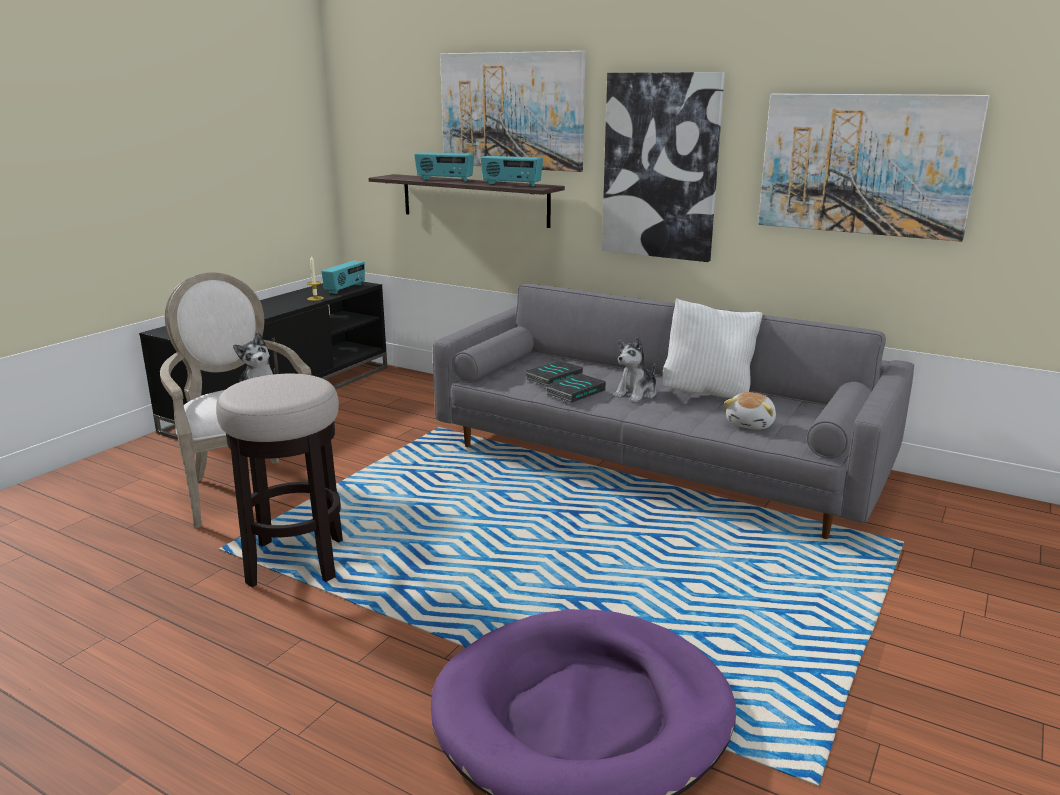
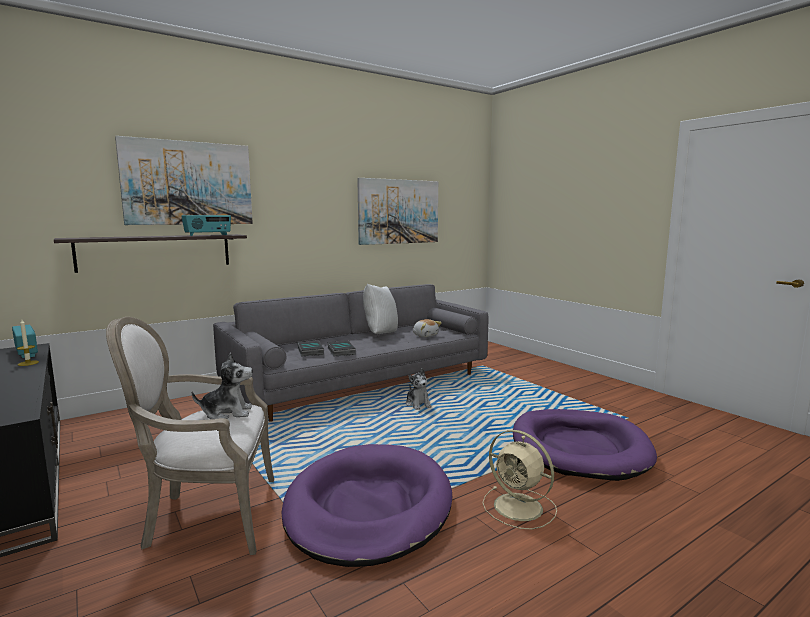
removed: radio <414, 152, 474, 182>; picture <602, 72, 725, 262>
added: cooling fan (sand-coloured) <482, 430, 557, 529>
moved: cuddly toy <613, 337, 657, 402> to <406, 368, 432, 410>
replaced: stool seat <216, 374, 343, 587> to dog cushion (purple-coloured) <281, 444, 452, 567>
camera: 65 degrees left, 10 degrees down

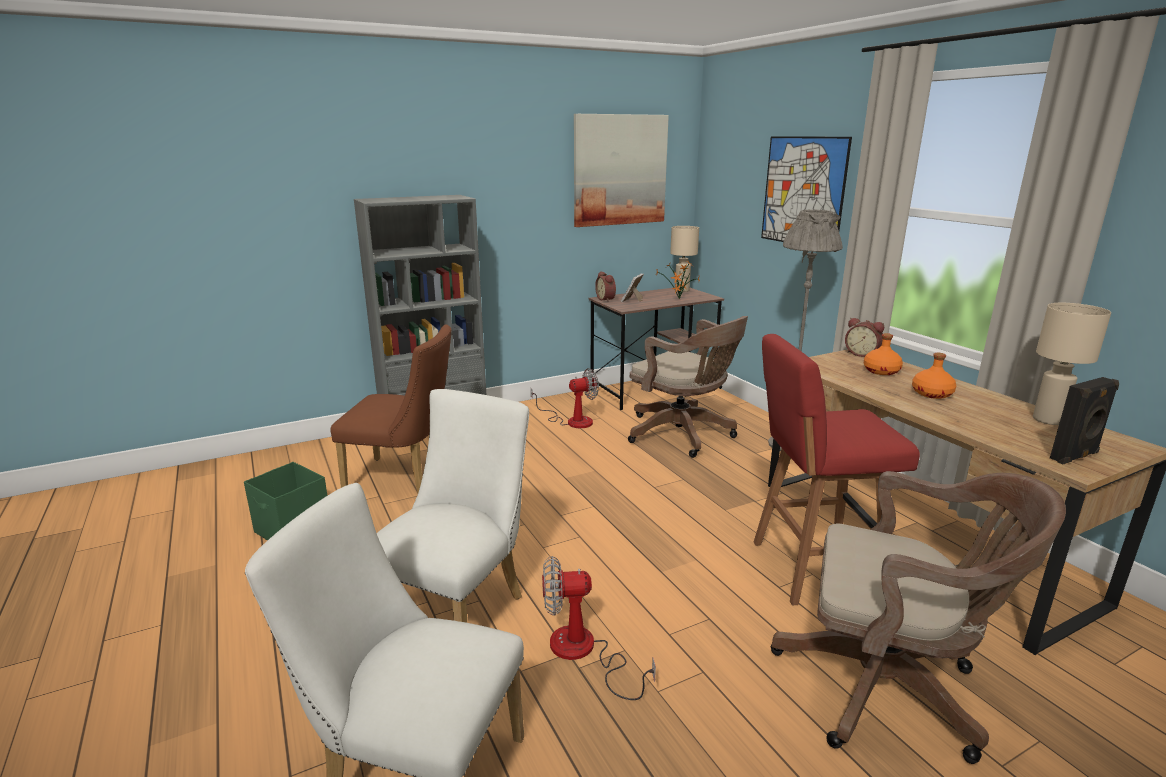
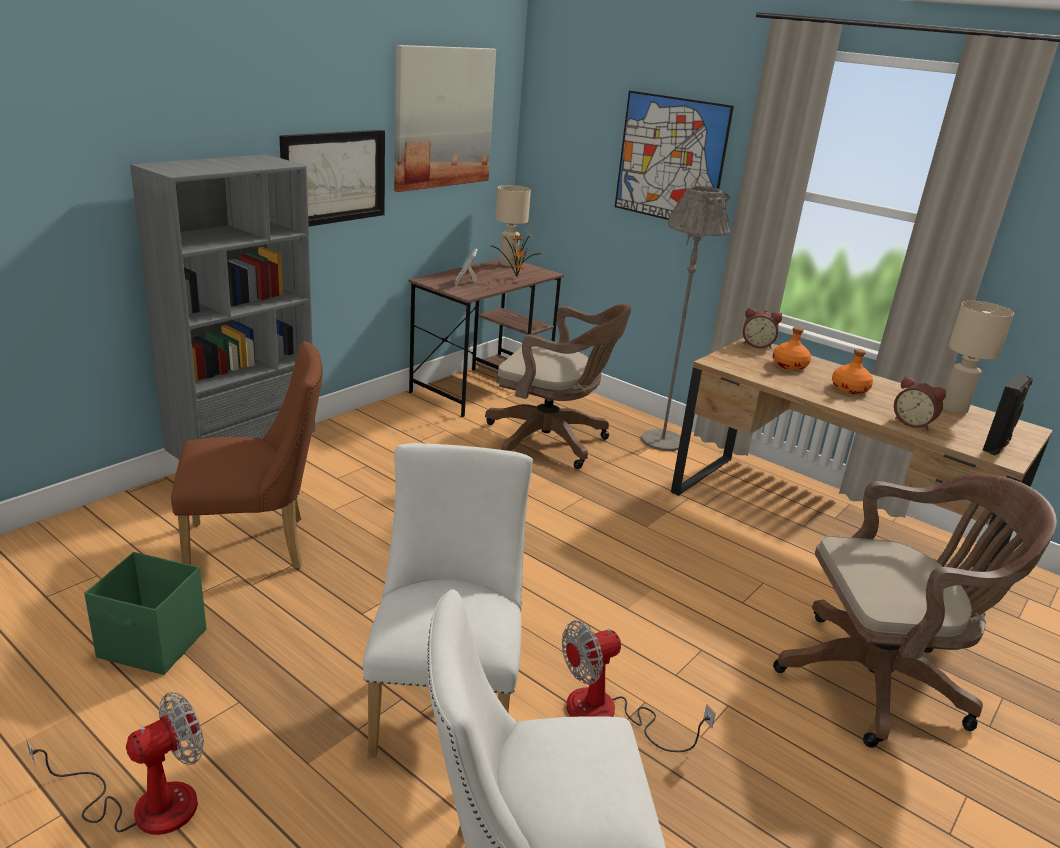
removed: stool seat (reddish) <753, 334, 920, 605>
added: picture <279, 130, 385, 226>
moved: cooling fan <531, 368, 599, 428> to <26, 692, 204, 835>; alarm clock <595, 271, 616, 302> to <894, 376, 946, 431>
camera: 25 degrees left, 5 degrees up

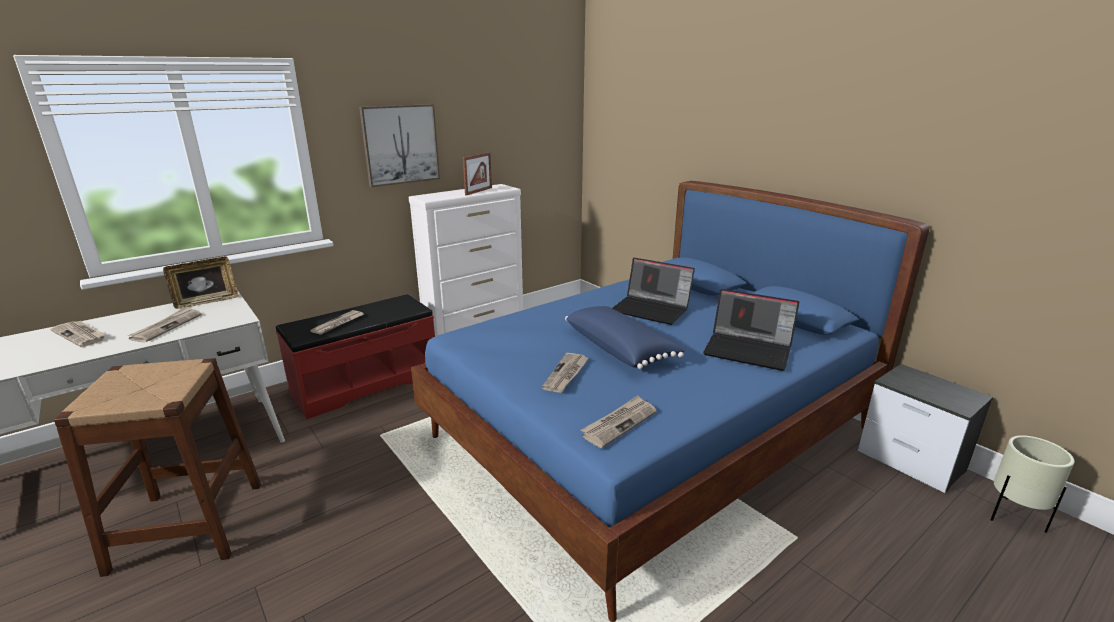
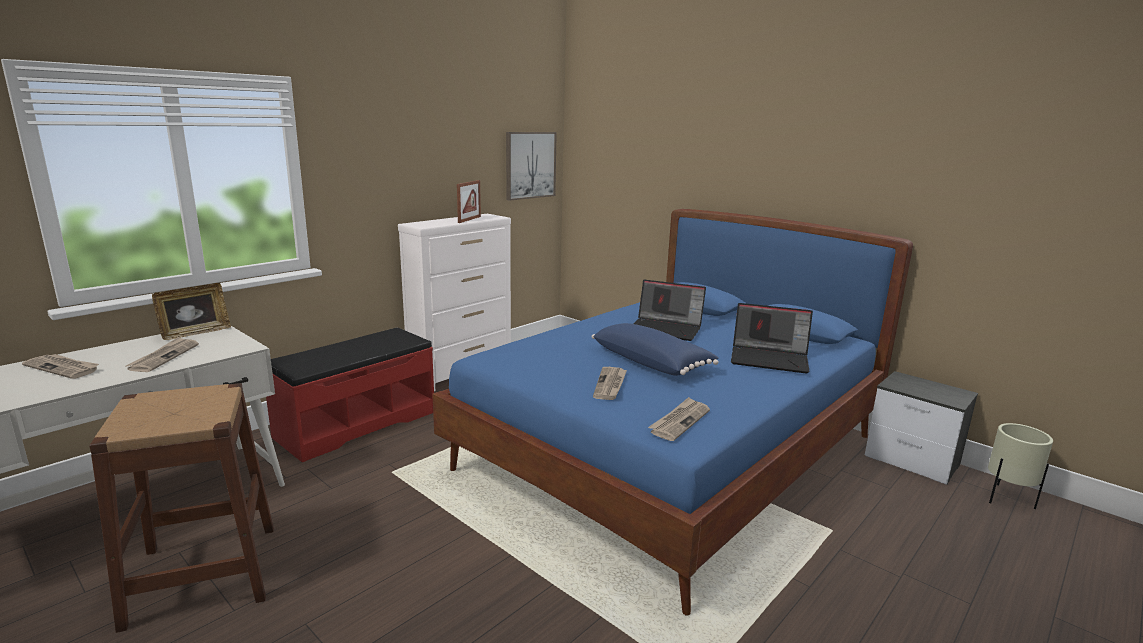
removed: printed paper <310, 310, 364, 335>
moved: picture <359, 104, 440, 187> to <506, 132, 557, 201>
camera: 10 degrees left, 5 degrees down

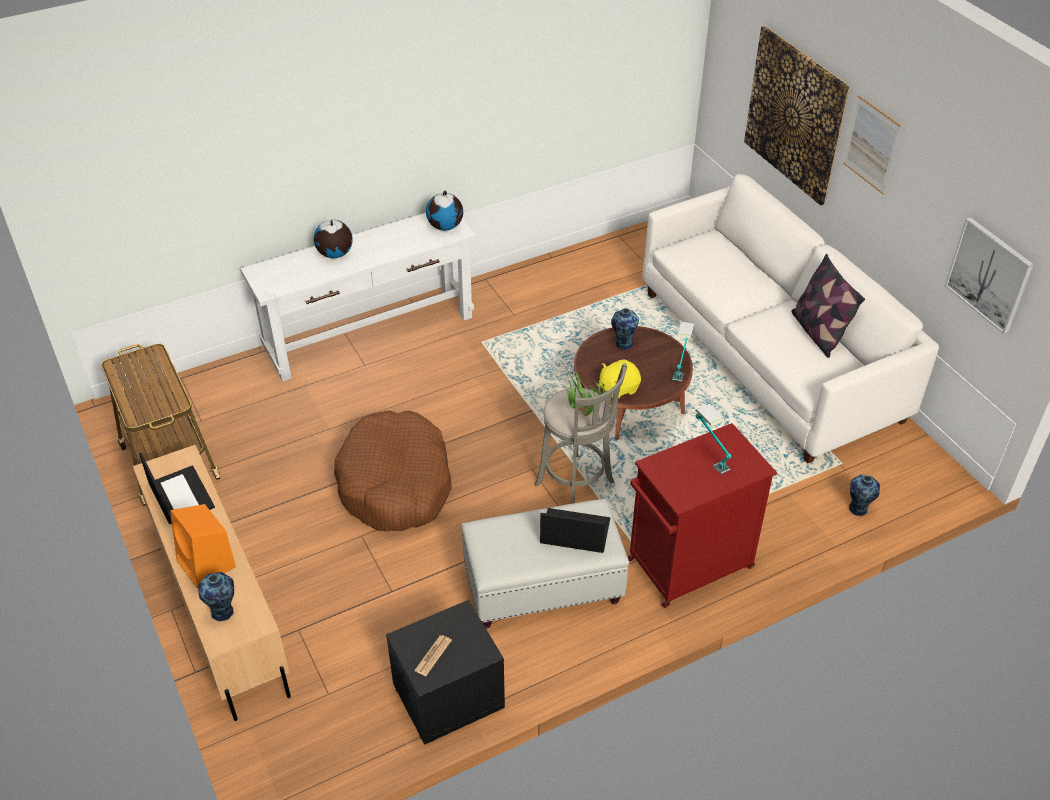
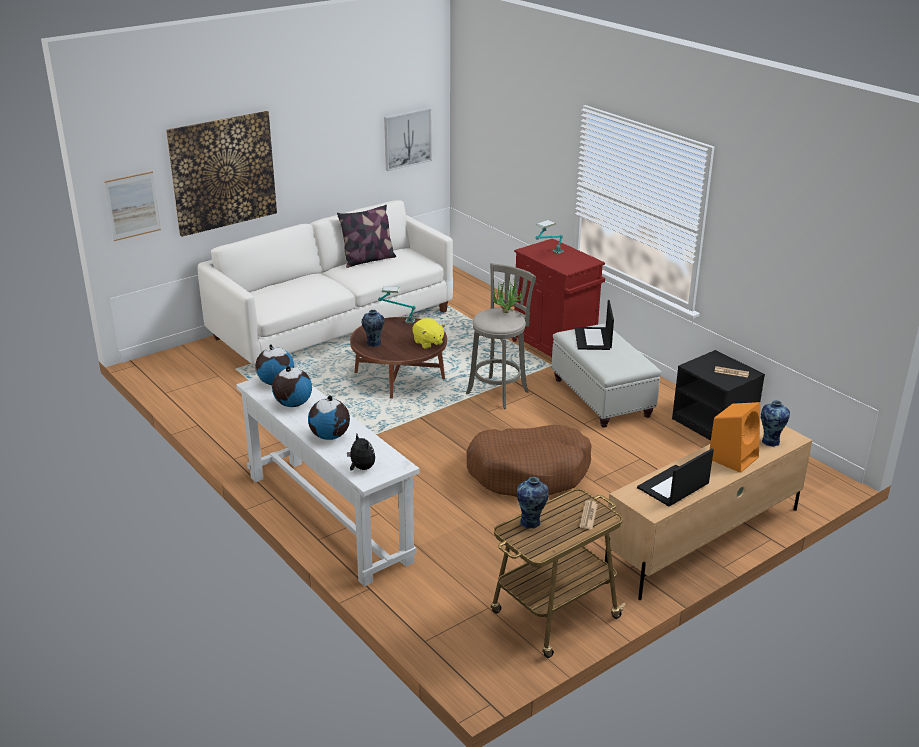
added: world globe <272, 366, 312, 407>; cuddly toy <347, 434, 375, 471>; printed paper <579, 500, 598, 529>
moved: picture <843, 95, 902, 194> to <104, 171, 161, 241>; vase <849, 474, 880, 516> to <517, 477, 549, 529>
camera: 100 degrees left, 15 degrees down

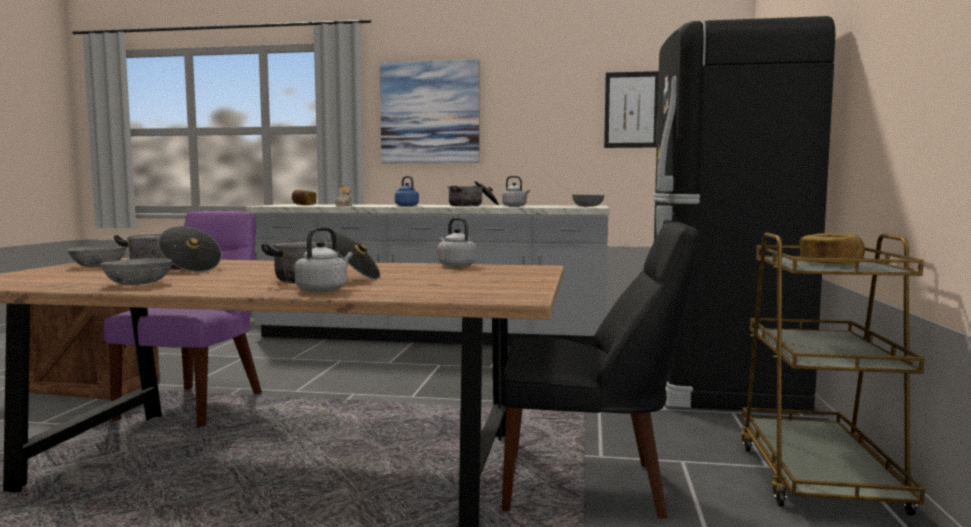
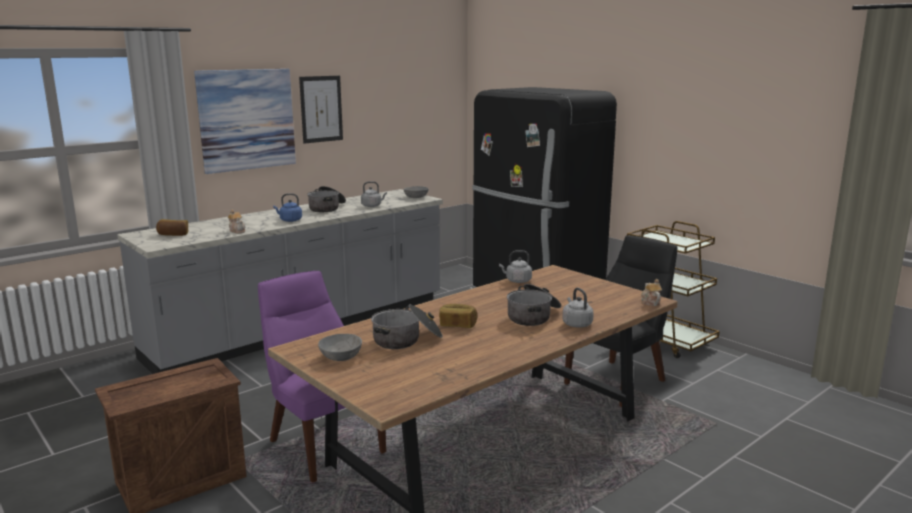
removed: bowl (grey) <101, 258, 172, 285>
added: pot for tea <641, 279, 662, 306>
moved: picture <604, 71, 659, 148> to <299, 76, 343, 144>; bread <800, 233, 865, 265> to <439, 304, 478, 328>
camera: 50 degrees left, 10 degrees up

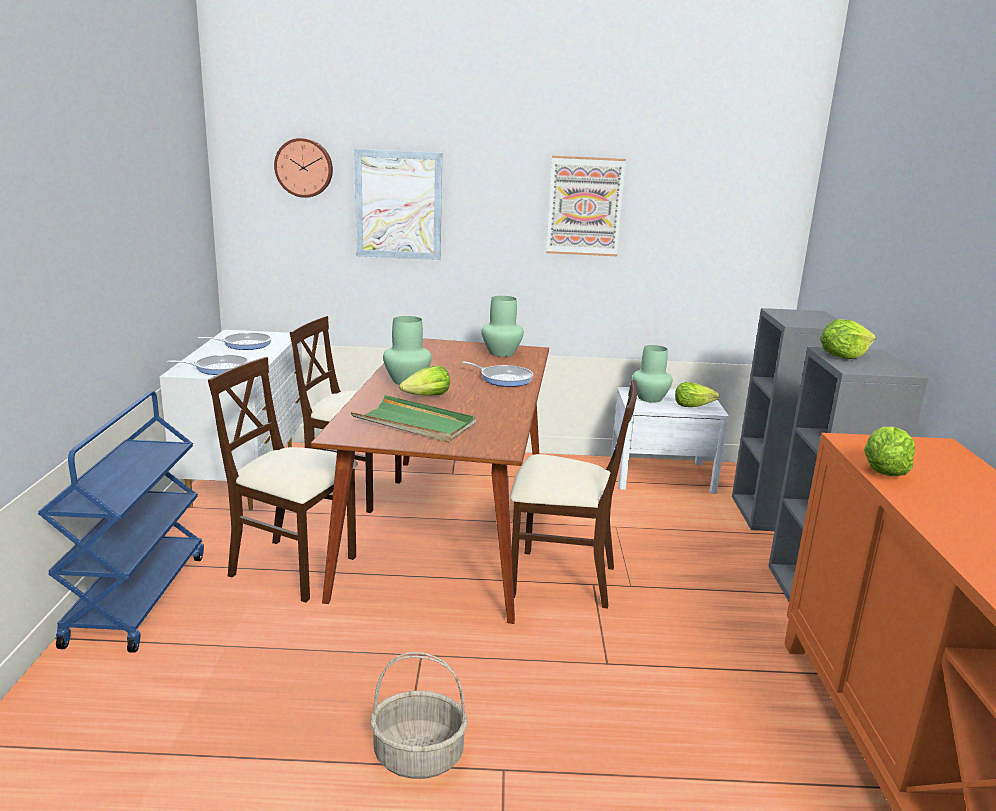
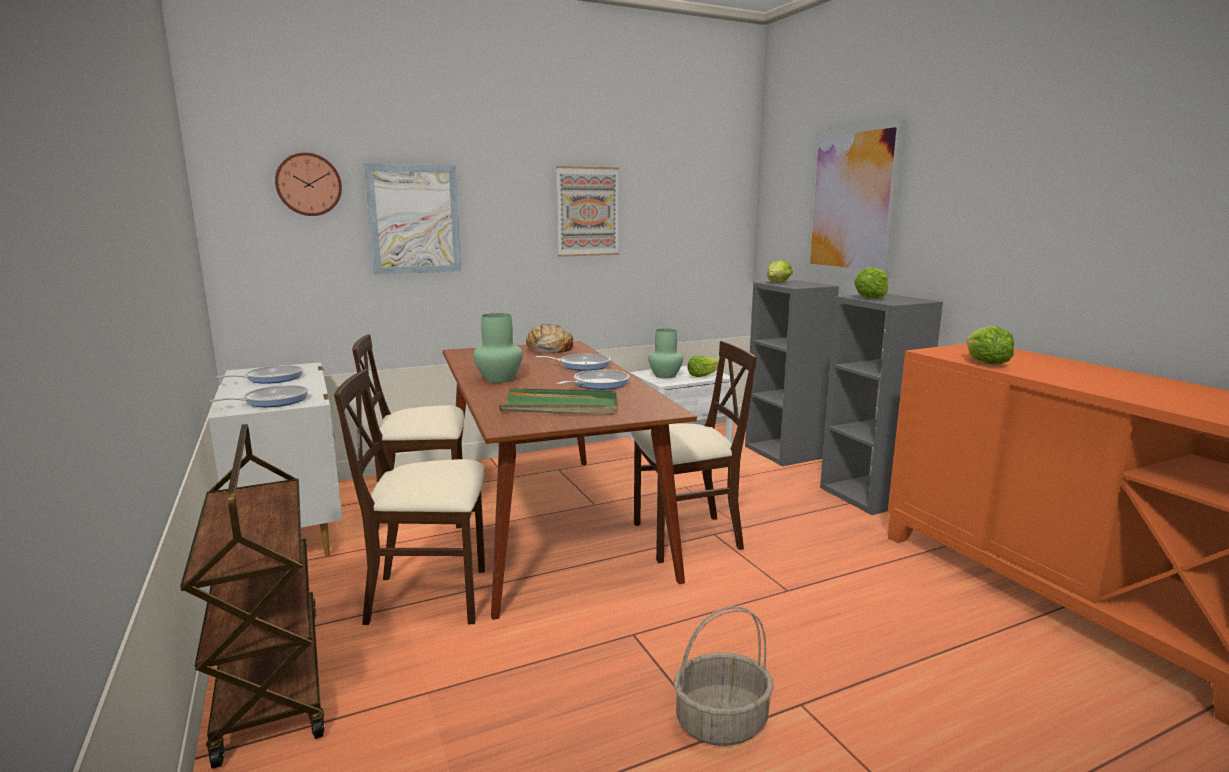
added: pan <557, 370, 629, 390>; picture <806, 119, 906, 279>
moved: lettuce <399, 365, 450, 396> to <767, 260, 793, 282>
replaced: vase (green-coloured) <481, 296, 524, 357> to bread <526, 323, 574, 353>
recoloured: trolley (blue) <38, 391, 204, 653> to trolley (brownish) <180, 424, 325, 769>
camera: 25 degrees left, 5 degrees down

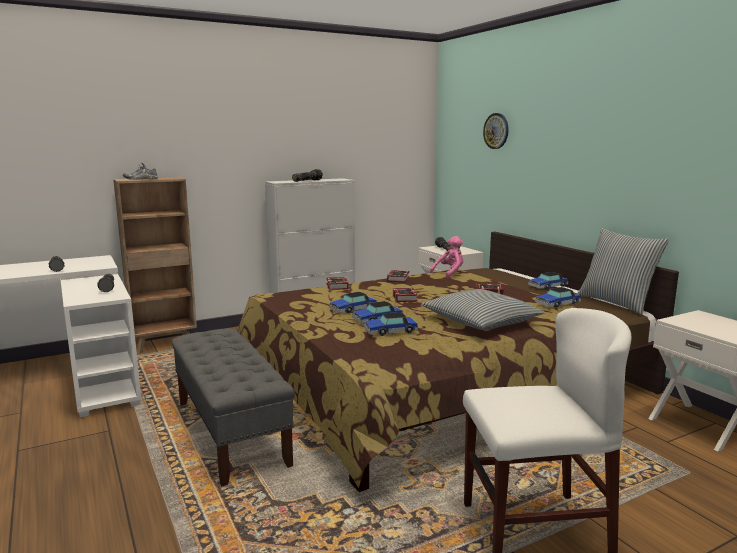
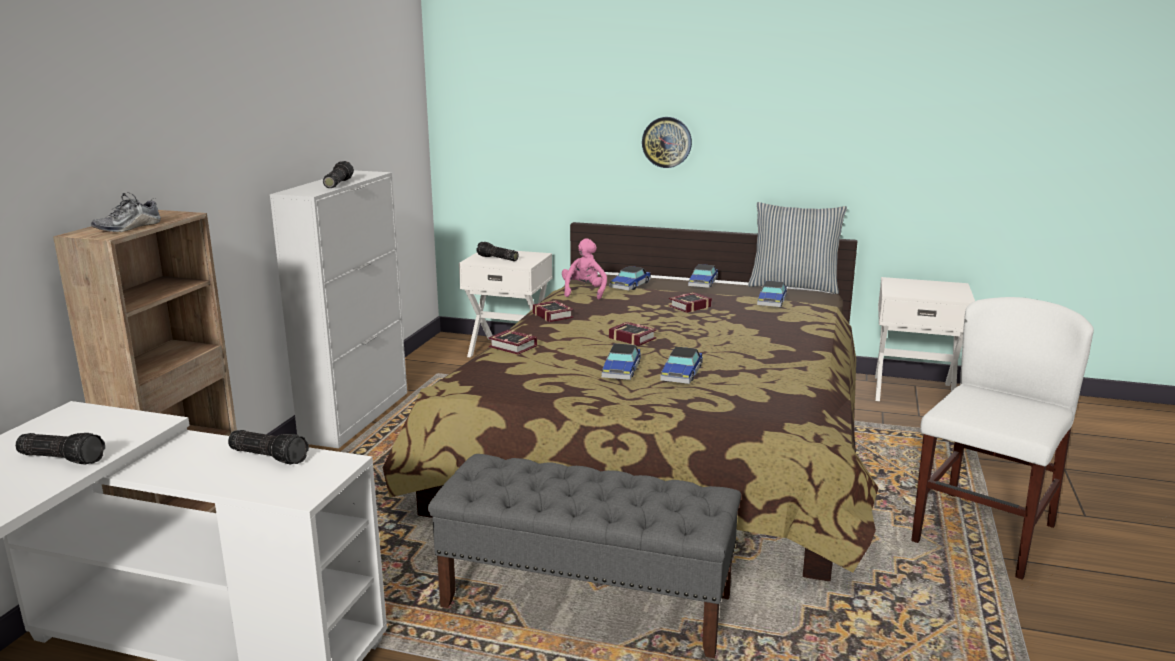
removed: pillow <421, 289, 545, 330>
moved: toy car <364, 312, 418, 336> to <610, 266, 651, 290>; clock on the wall <483, 113, 509, 149> to <642, 117, 692, 168>
camera: 45 degrees left, 5 degrees up

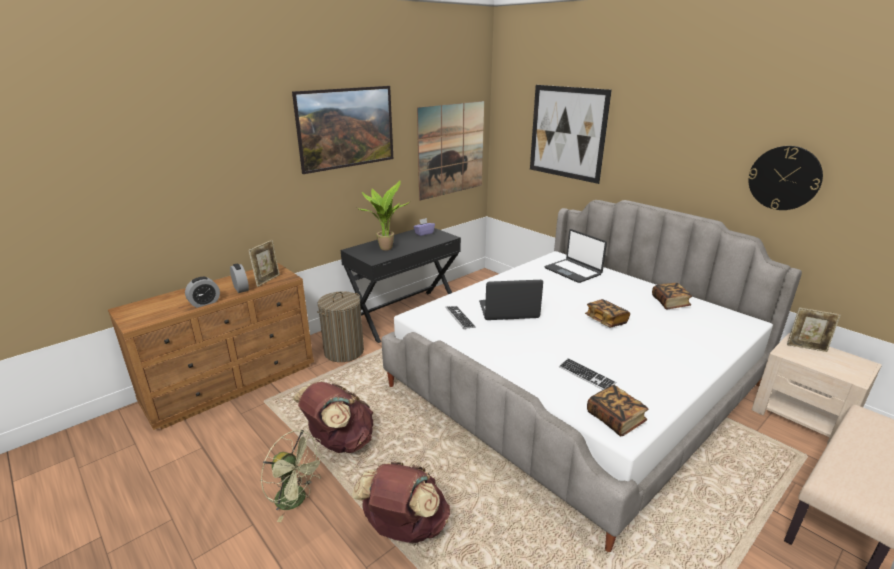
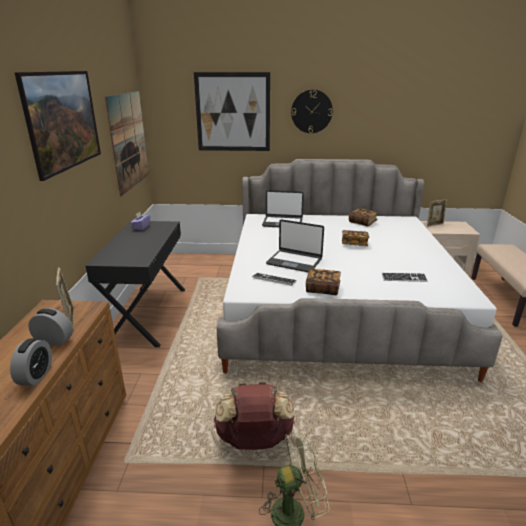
removed: washing basket <317, 291, 364, 362>; rucksack (brownish) <352, 461, 450, 543>; potted plant <357, 180, 409, 251>
moved: book <587, 385, 648, 436> to <306, 268, 341, 295>; clock on the wall <749, 146, 823, 210> to <291, 90, 333, 133>
turned: notebook computer <479, 280, 543, 320> = <266, 219, 324, 272> 105 degrees counterclockwise
camera: 45 degrees left, 0 degrees up

